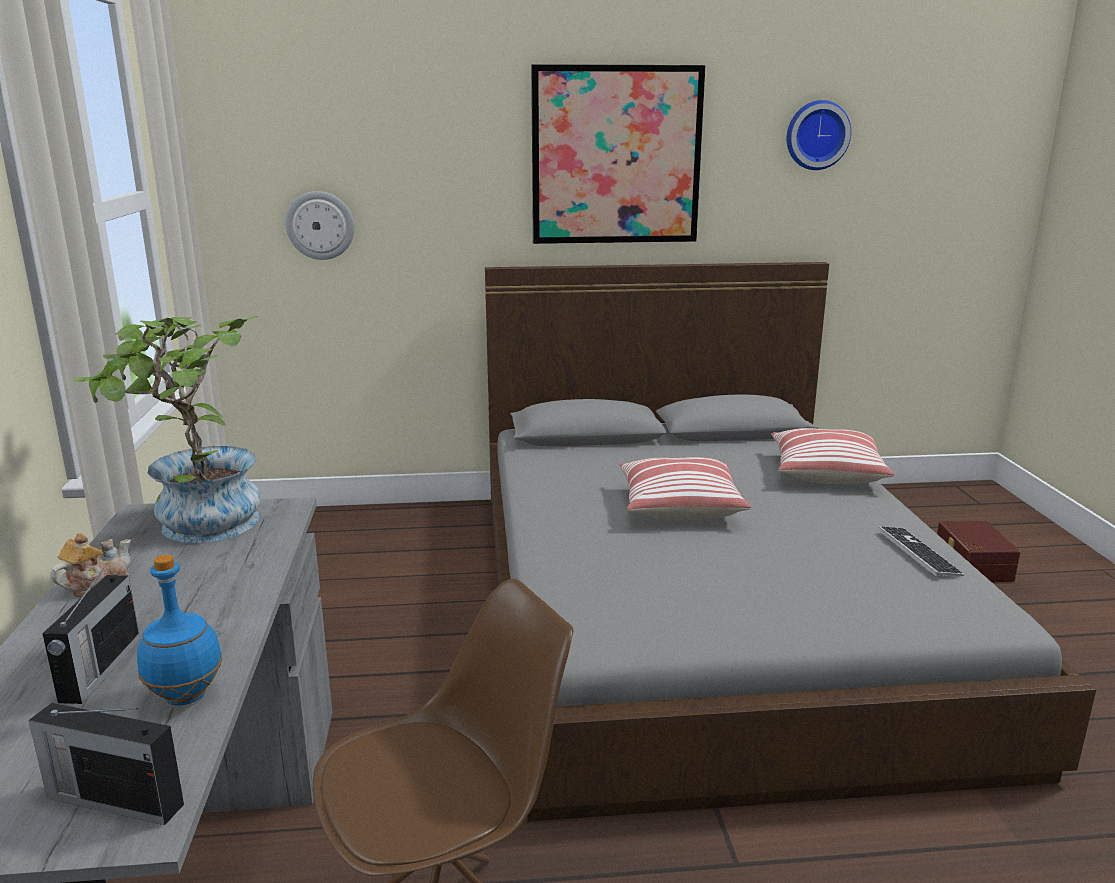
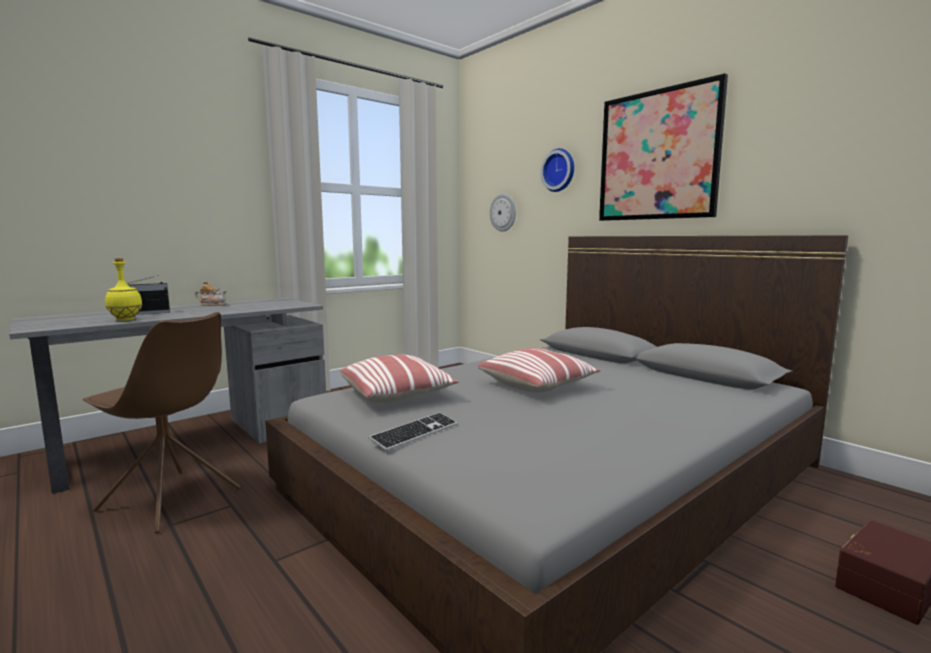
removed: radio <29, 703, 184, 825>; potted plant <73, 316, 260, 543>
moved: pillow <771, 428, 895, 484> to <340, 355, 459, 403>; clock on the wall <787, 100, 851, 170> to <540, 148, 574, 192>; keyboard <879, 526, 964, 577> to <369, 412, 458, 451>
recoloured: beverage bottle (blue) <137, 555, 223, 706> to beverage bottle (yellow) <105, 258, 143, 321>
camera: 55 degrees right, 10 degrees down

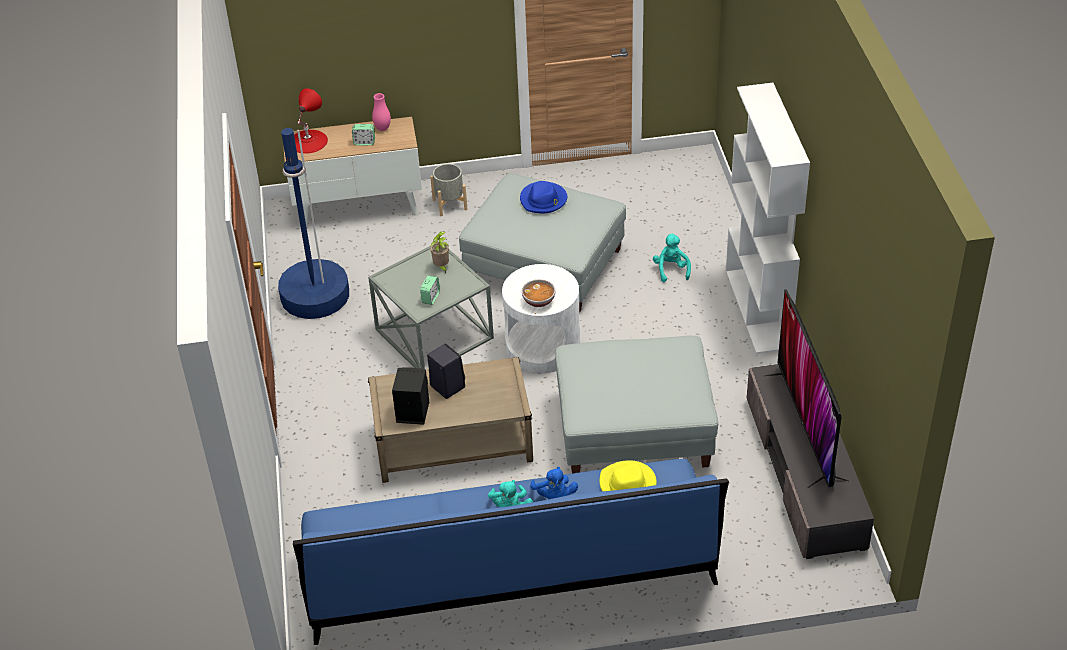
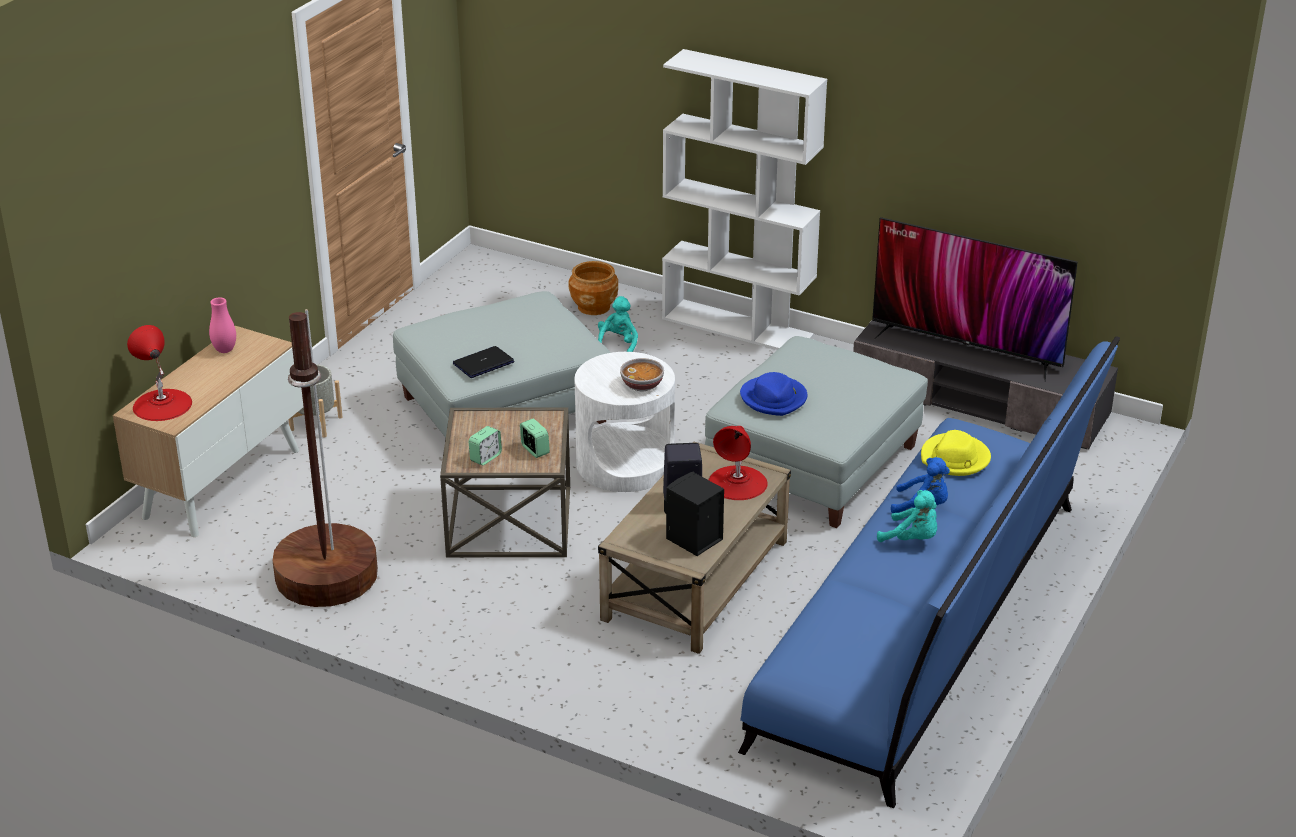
removed: potted plant <430, 231, 449, 274>
added: notebook computer <453, 346, 515, 378>; plant pot (brownish) <569, 261, 618, 315>; lamp for a table (reddish) <708, 426, 768, 500>
moved: alarm clock <352, 124, 375, 146> to <469, 426, 502, 465>; wearable hat (blue) <520, 181, 567, 213> to <740, 372, 807, 416>
recoloured: standard lamp (blue) <278, 128, 349, 319> to standard lamp (brownish) <272, 309, 378, 607>; side table (grey) <368, 242, 494, 369> to side table (brownish) <440, 408, 570, 557>
turned: cuddly toy (turquoise-coloured) <653, 233, 691, 282> = <598, 296, 638, 352> 75 degrees clockwise
camera: 55 degrees left, 10 degrees down

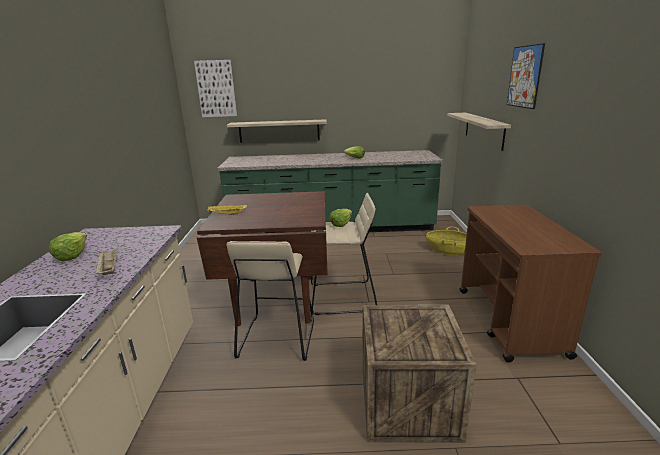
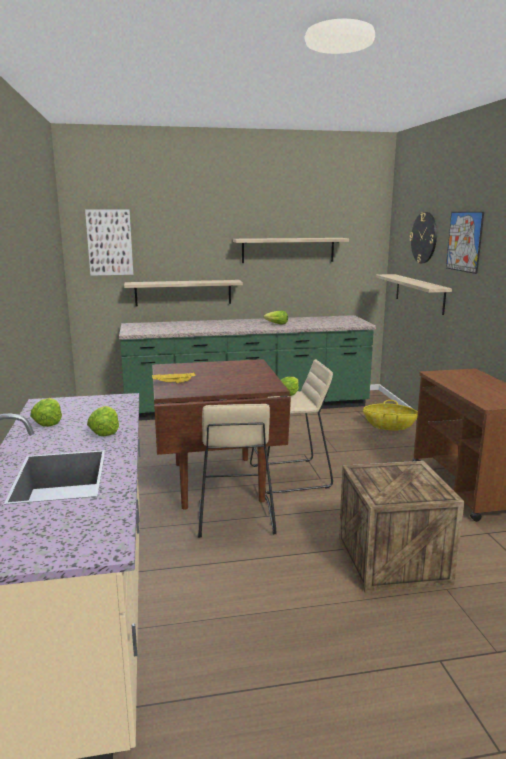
added: bracket shelf <233, 238, 349, 263>; clock on the wall <410, 212, 437, 263>
replaced: tray (sand-coloured) <95, 248, 118, 275> to lettuce <87, 406, 119, 436>
camera: 10 degrees left, 5 degrees down

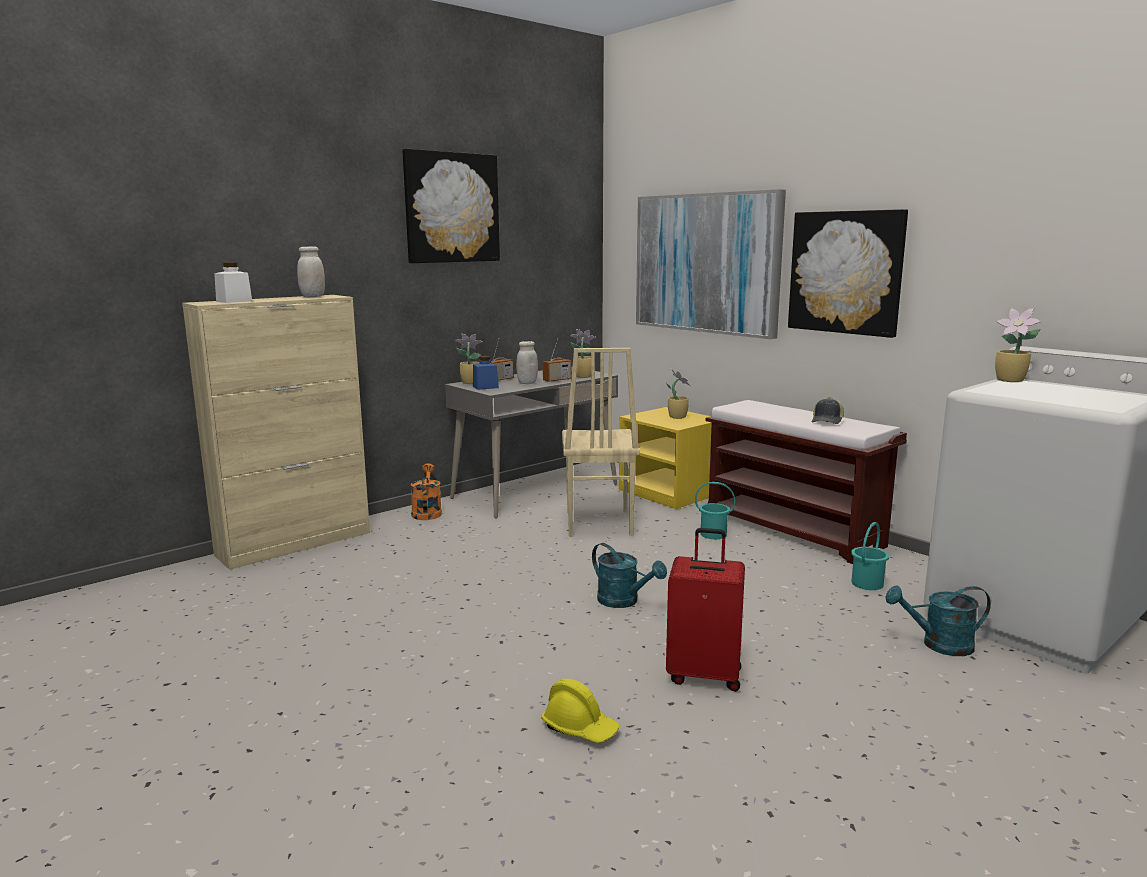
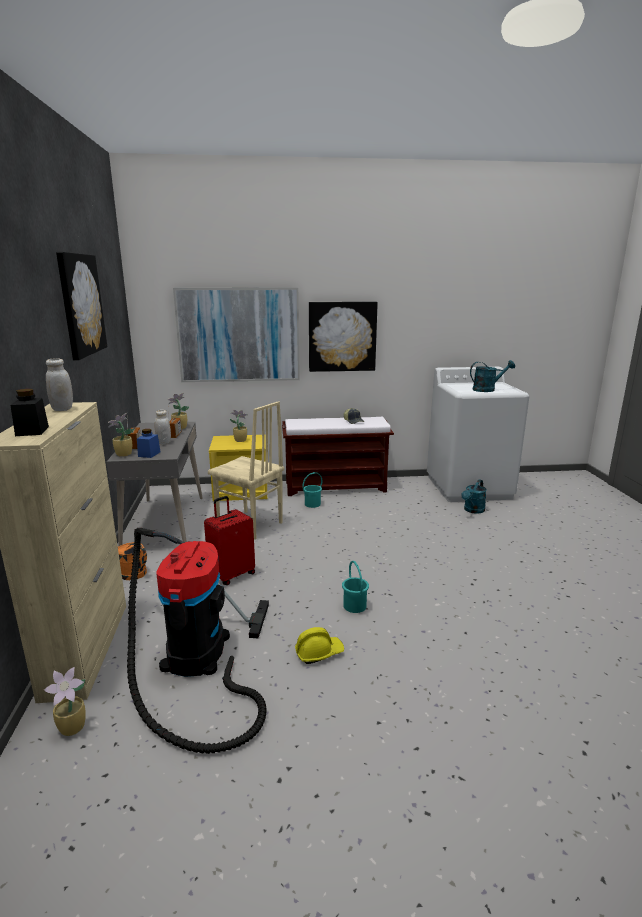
added: hoover <127, 528, 269, 754>
moved: work helmet (yellow) <541, 679, 620, 743> to <295, 627, 344, 664>; watering pot (turquoise-coloured) <592, 543, 667, 608> to <470, 360, 515, 392>; piece of luggage (reddish) <666, 528, 745, 691> to <204, 496, 255, 585>; bucket (turquoise-coloured) <851, 522, 889, 590> to <342, 561, 369, 613>; potted plant <995, 308, 1041, 382> to <44, 667, 86, 736>
recoloured: storage jar (white-coloured) <214, 263, 252, 303> to storage jar (black) <10, 389, 49, 436>
camera: 55 degrees left, 5 degrees up

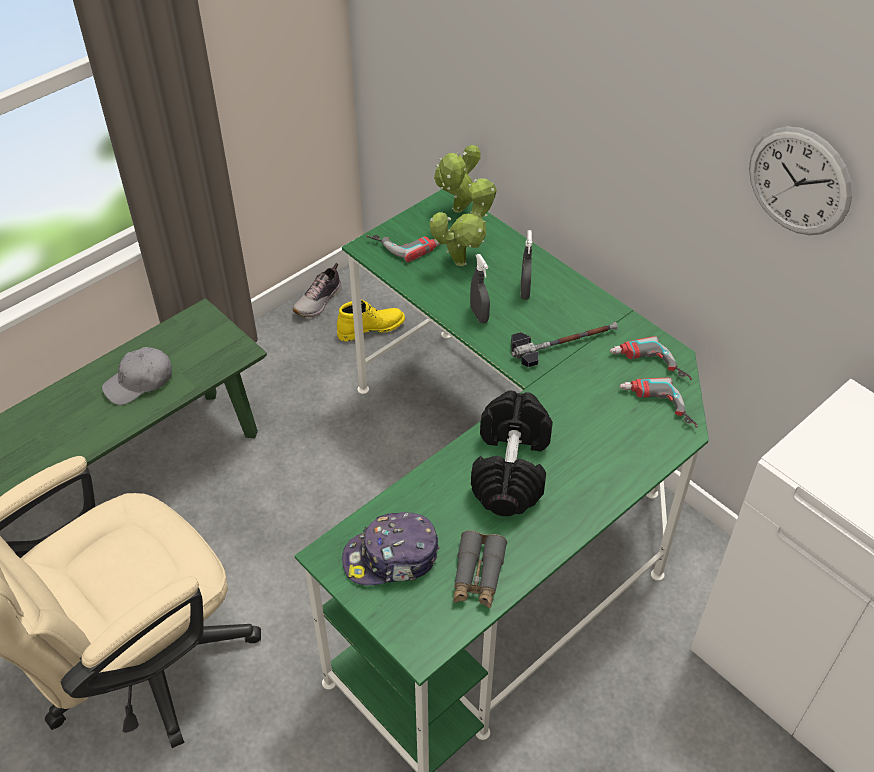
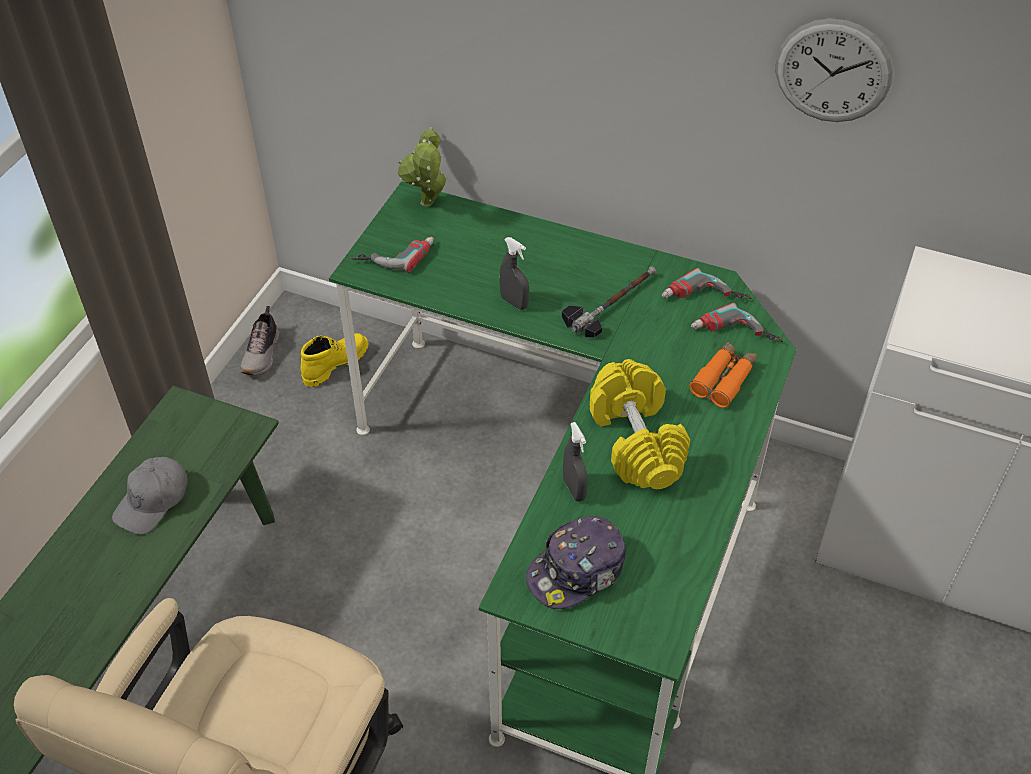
removed: potted plant <430, 178, 497, 266>; binoculars (grey) <453, 530, 507, 608>
added: binoculars (orange) <689, 342, 758, 408>
moved: hand sprayer (grey) <521, 230, 532, 300> to <563, 422, 588, 502>
recoloured: dumbbell (black) <471, 390, 553, 516> to dumbbell (yellow) <590, 359, 690, 489>
camera: 25 degrees left, 0 degrees up

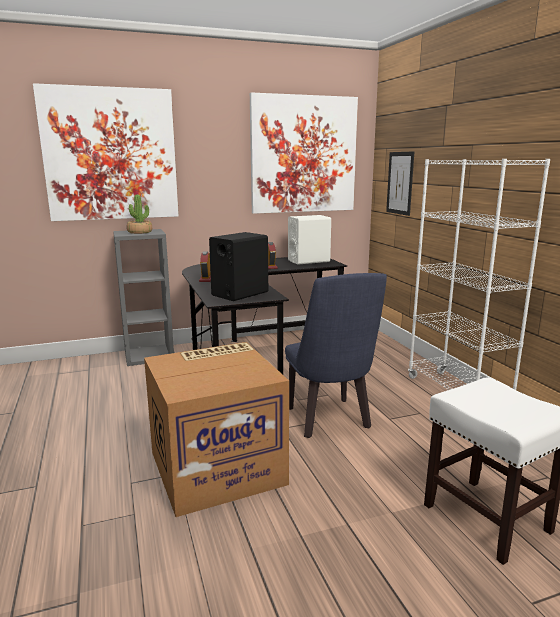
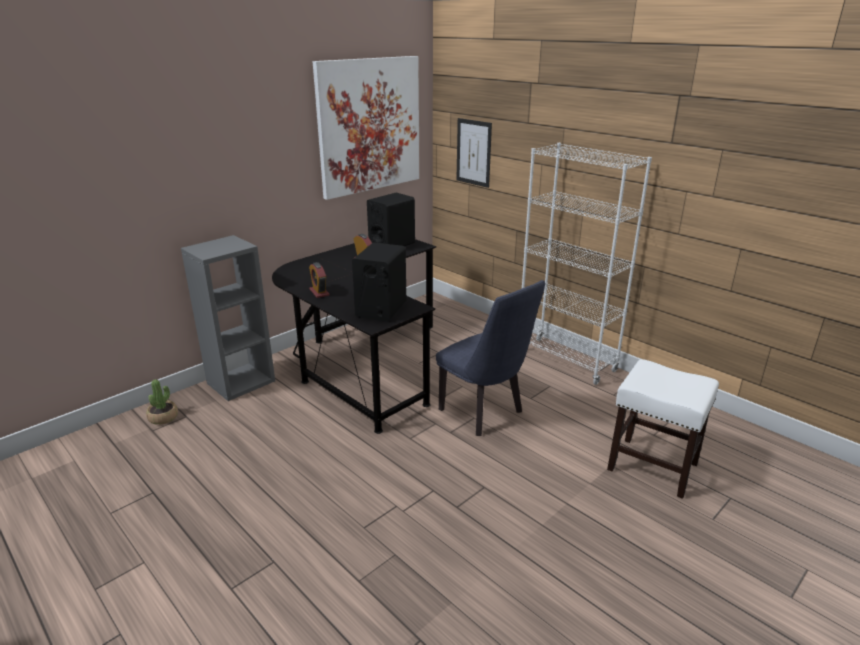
removed: picture <33, 83, 179, 221>; packing box <144, 342, 289, 517>
moved: potted plant <127, 194, 152, 234> to <146, 379, 178, 425>
recoloured: audio speaker (white-coloured) <288, 215, 331, 265> to audio speaker (black) <367, 193, 415, 246>
camera: 25 degrees left, 10 degrees up

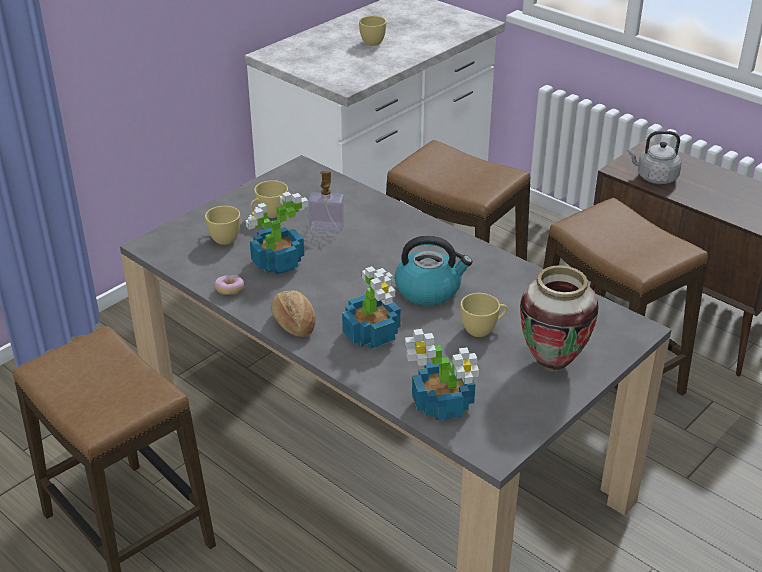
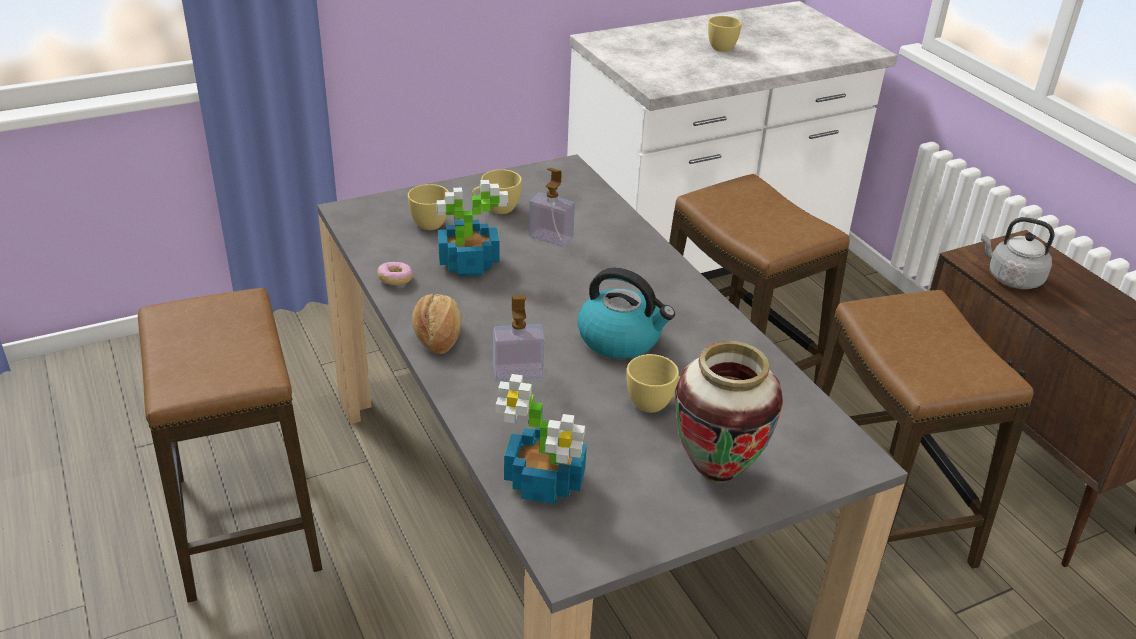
replaced: potted plant <342, 266, 401, 349> to soap dispenser <493, 295, 545, 381>
camera: 20 degrees right, 0 degrees up

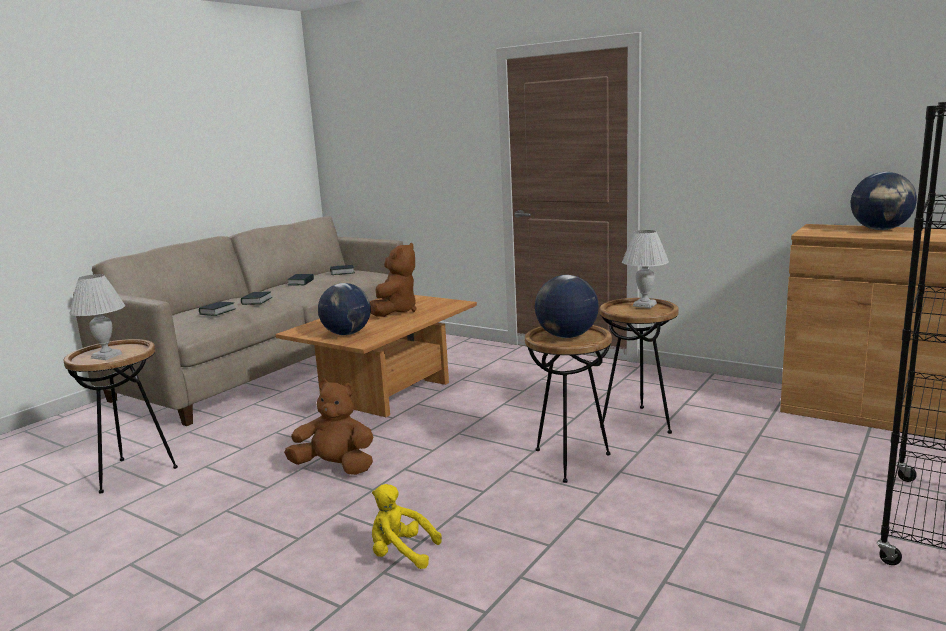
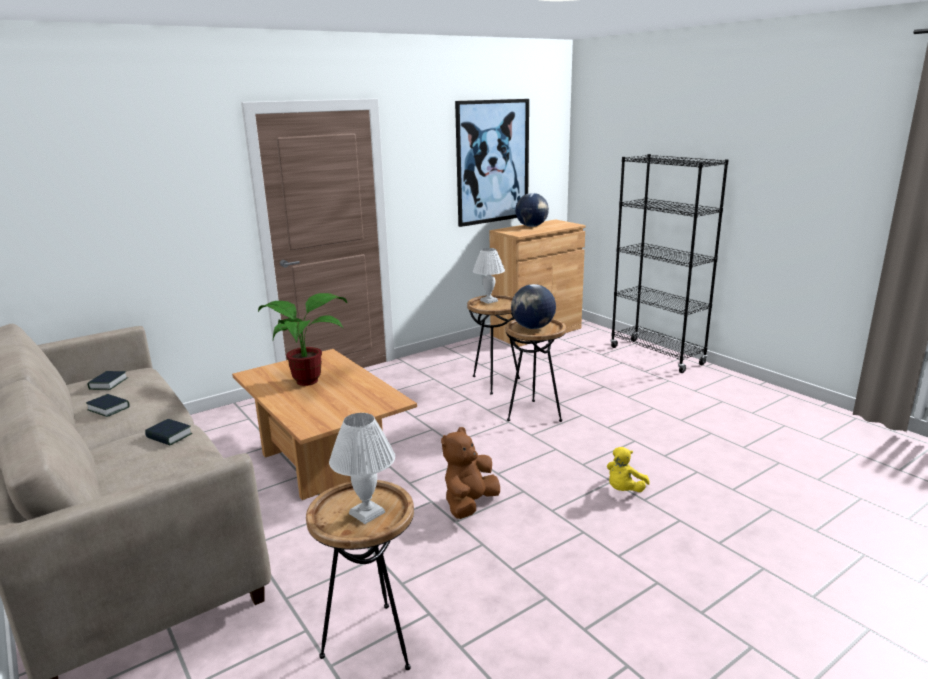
removed: book <199, 301, 236, 316>; world globe <318, 283, 371, 335>
added: picture <455, 99, 529, 227>
replaced: cuddly toy (brownish) <370, 243, 417, 317> to potted plant <258, 293, 348, 386>
camera: 70 degrees left, 5 degrees up

